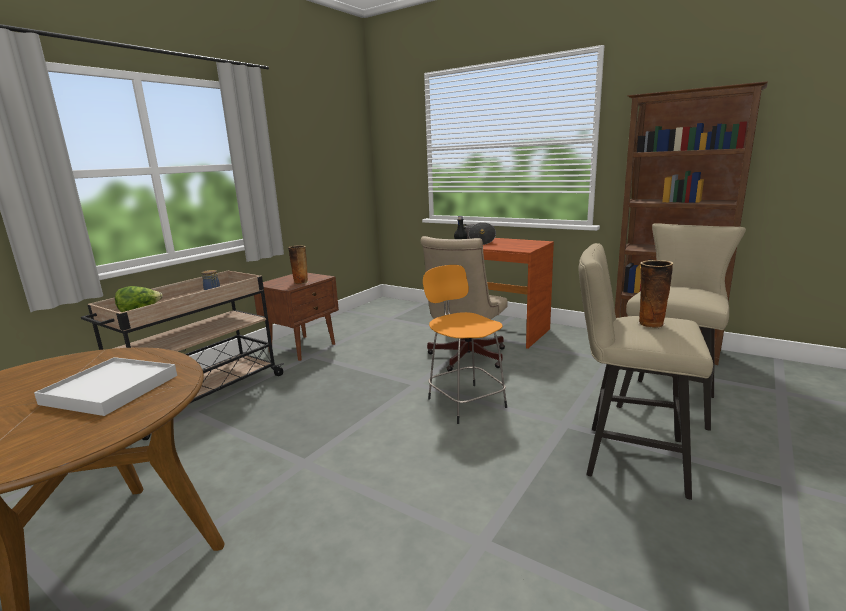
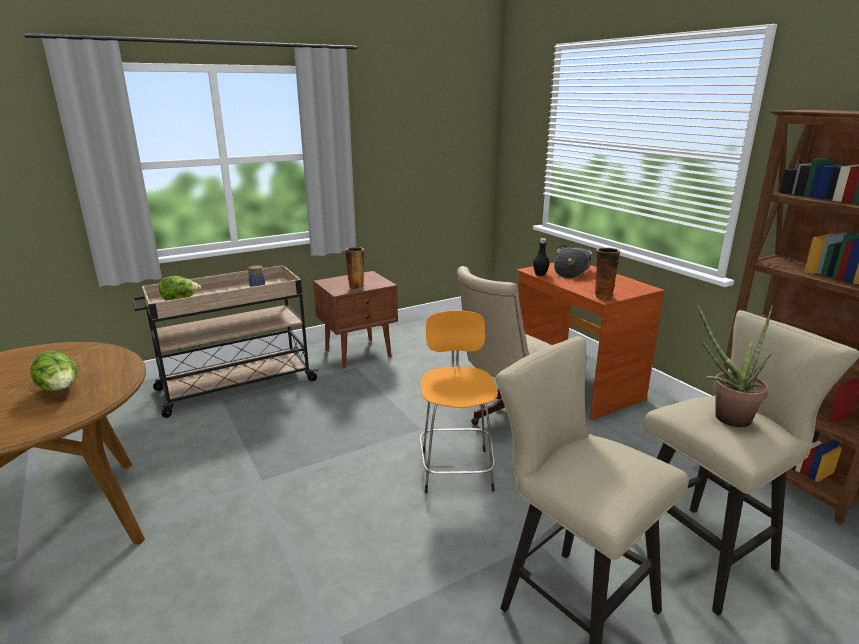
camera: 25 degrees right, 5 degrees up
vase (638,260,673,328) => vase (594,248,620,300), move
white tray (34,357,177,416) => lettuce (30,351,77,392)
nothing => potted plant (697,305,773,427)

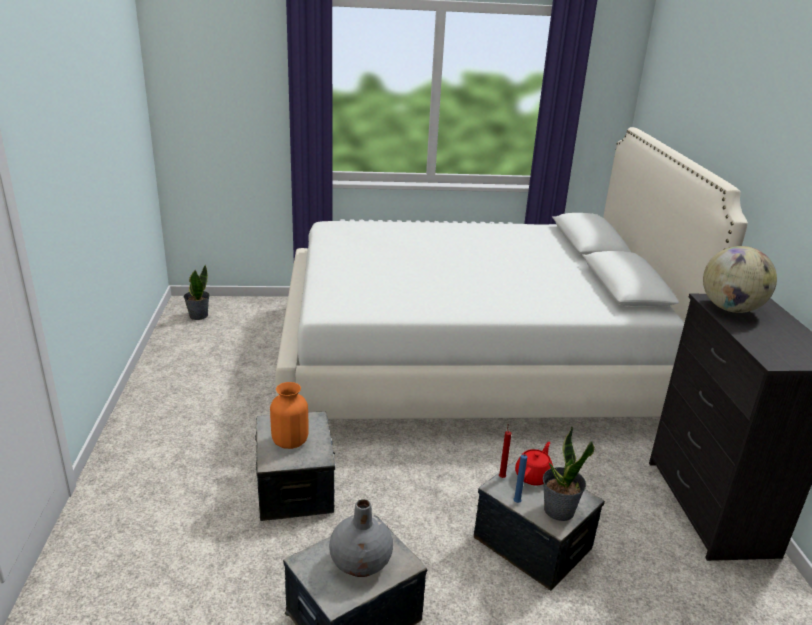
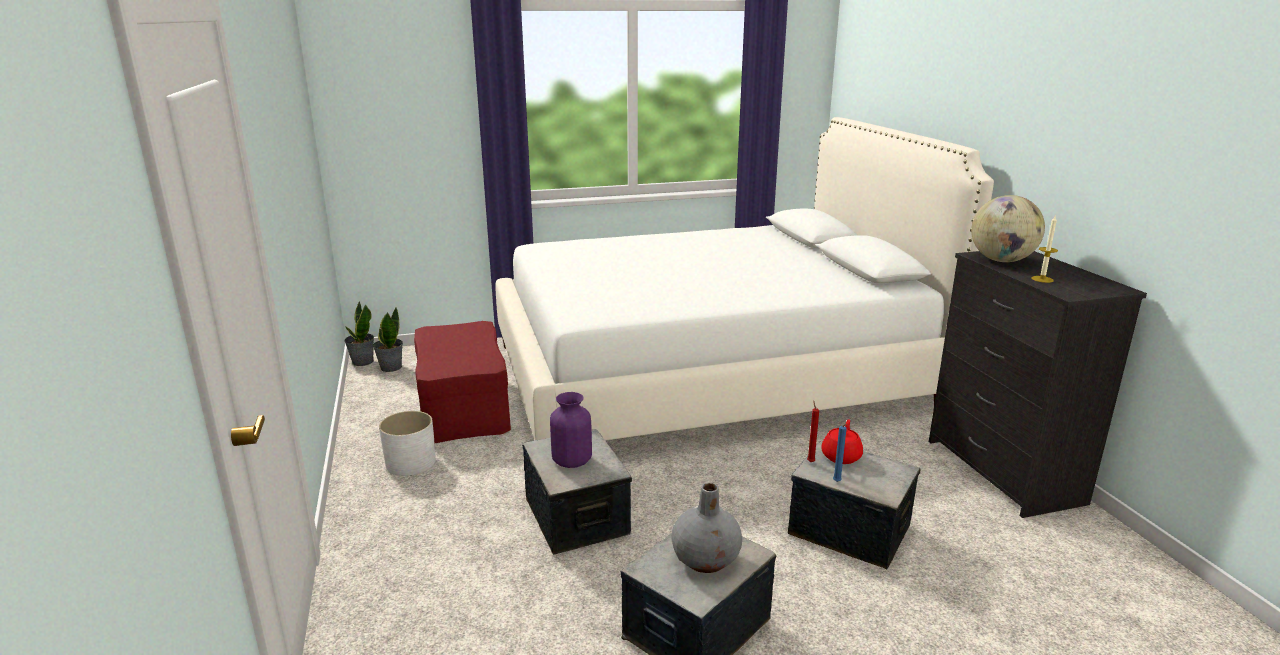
camera: 10 degrees left, 5 degrees down
orange vase (270,382,309,449) => purple vase (550,392,592,468)
potted plant (543,427,595,521) => potted plant (344,302,374,366), move
nothing => candle (1031,216,1058,283)
nothing => red ottoman (414,321,511,443)
nothing => white planter (379,411,436,476)

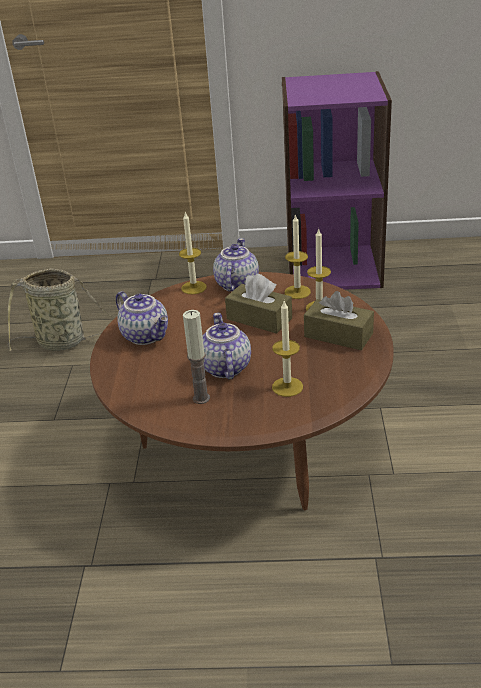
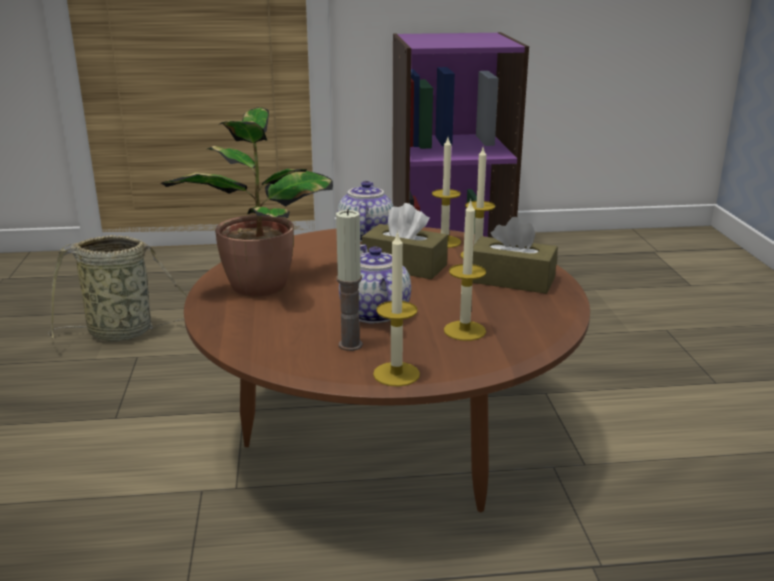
camera: 10 degrees left, 10 degrees down
candle (179,212,207,294) => candle (373,231,420,387), move
teapot (116,291,168,345) => potted plant (160,107,333,297)

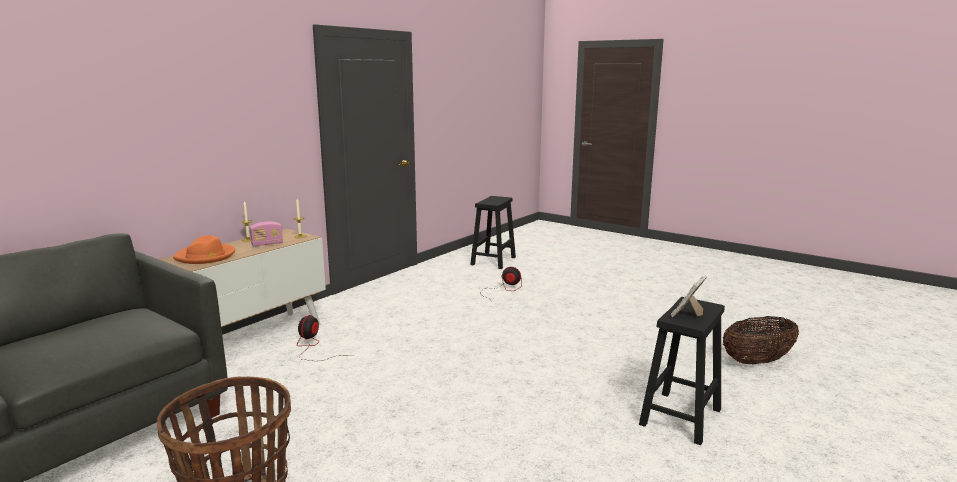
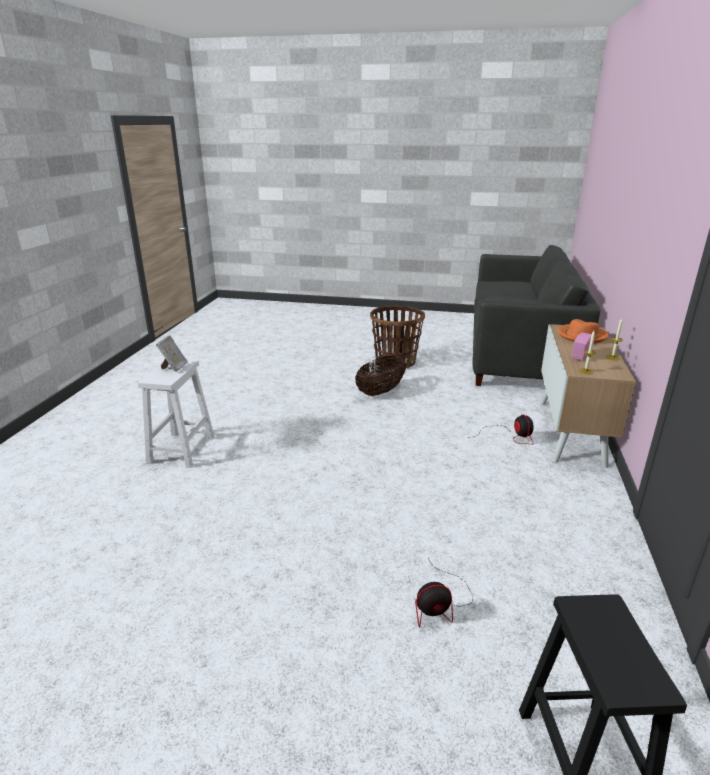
camera: 155 degrees right, 10 degrees up
black stool (639,297,725,445) => white stool (138,359,215,468)
basket (723,316,799,365) => basket (355,356,406,396), move

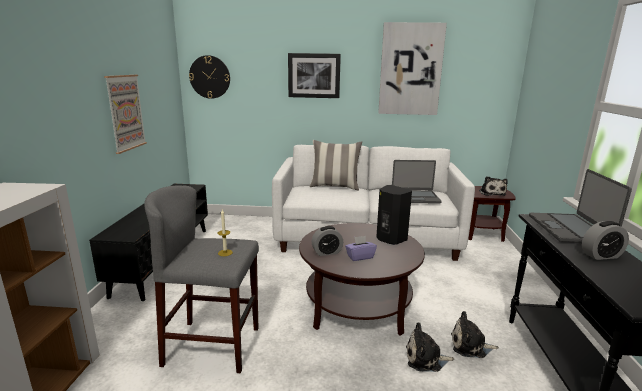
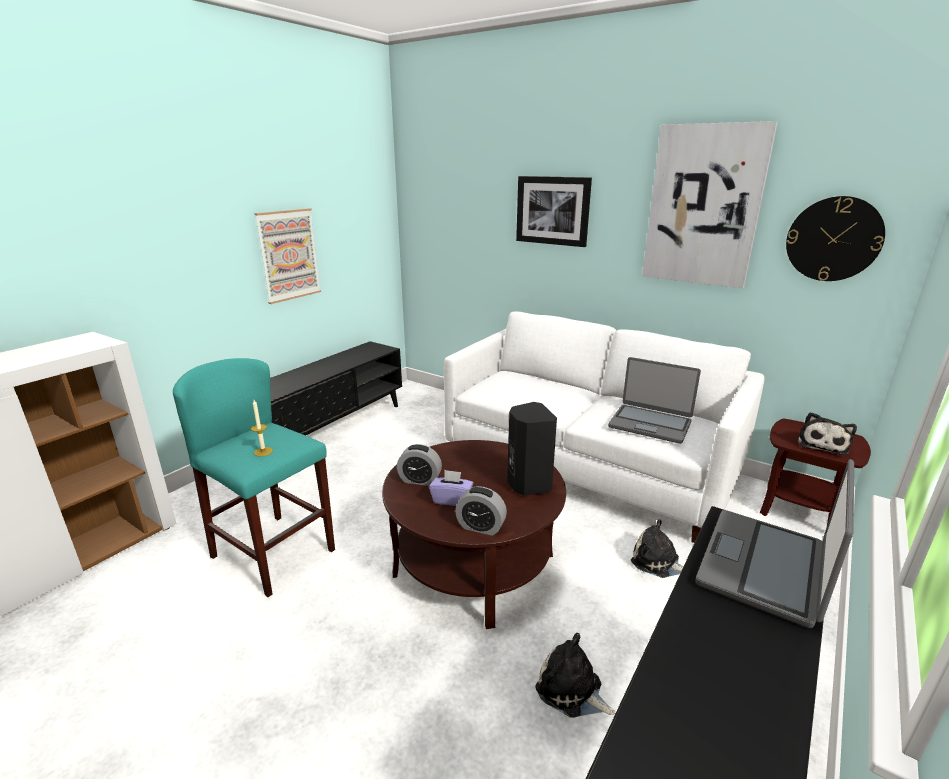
camera: 30 degrees right, 5 degrees up
wall clock (189,55,230,99) => wall clock (786,196,885,281), move
pillow (309,140,362,190) => nothing
grey stool (144,185,259,373) => turquoise stool (173,358,335,597)
alarm clock (582,221,629,260) => alarm clock (455,486,507,536), move
plush toy (406,322,455,372) => plush toy (631,519,684,578), move

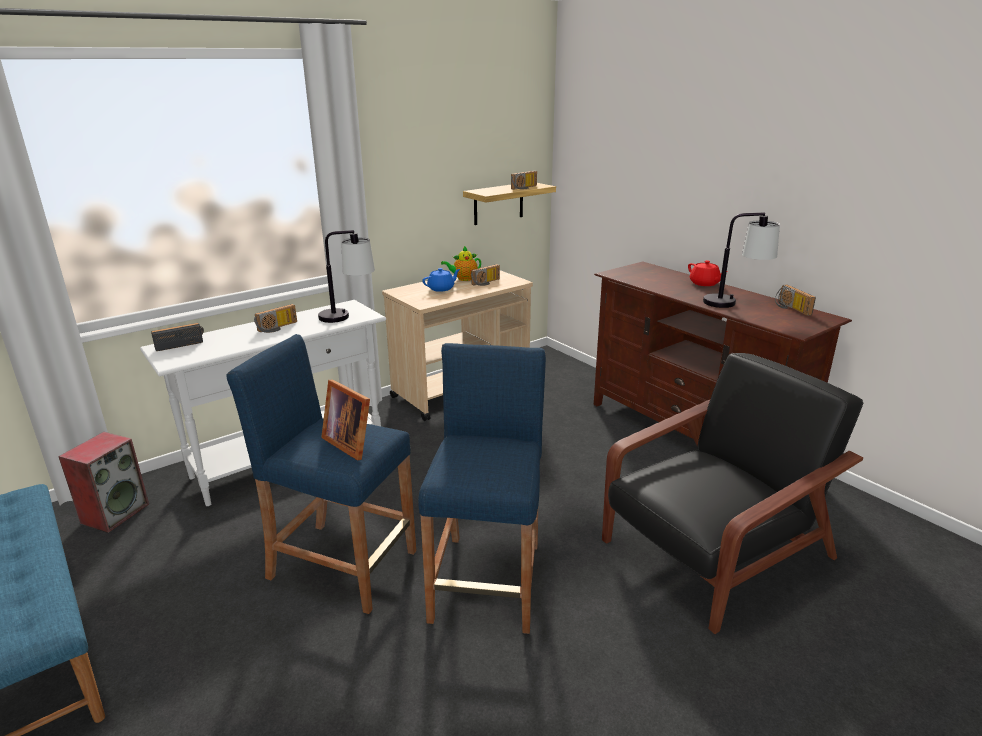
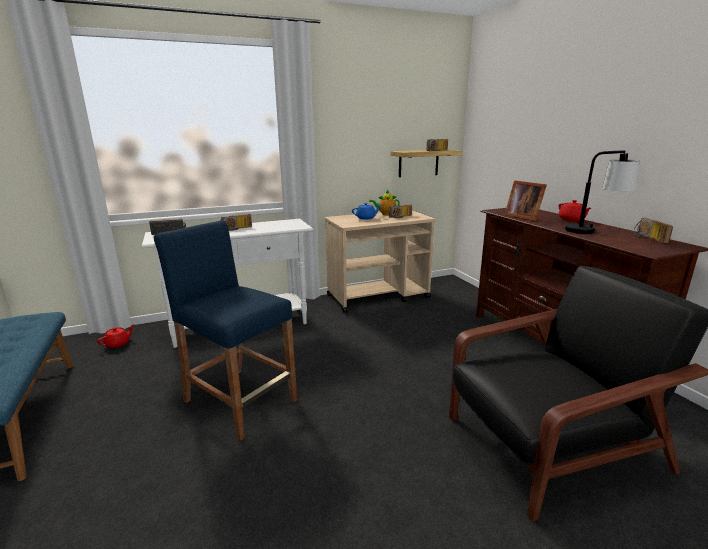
camera: 15 degrees right, 5 degrees down
table lamp (318,230,375,323) => nothing
blue stool (418,343,546,634) => nothing
picture frame (321,379,370,461) => picture frame (504,180,547,221), move
speaker (58,432,149,533) => red teapot (97,324,135,348)

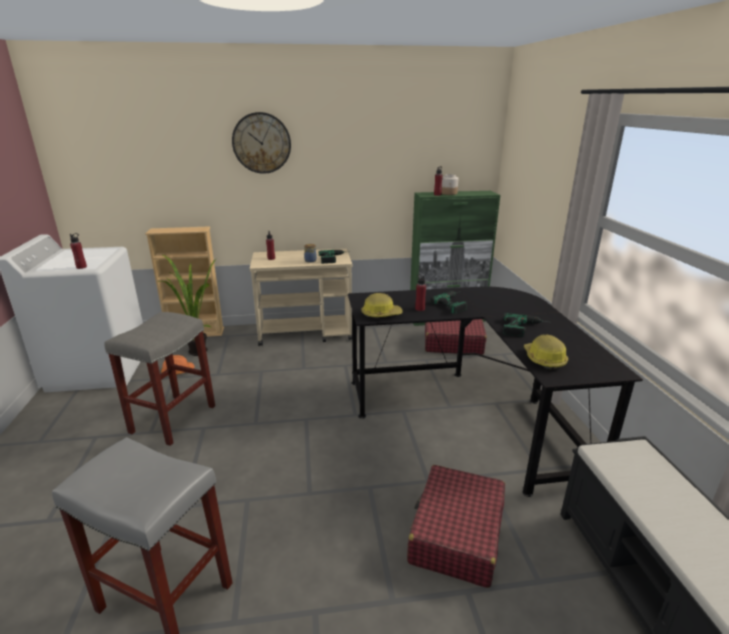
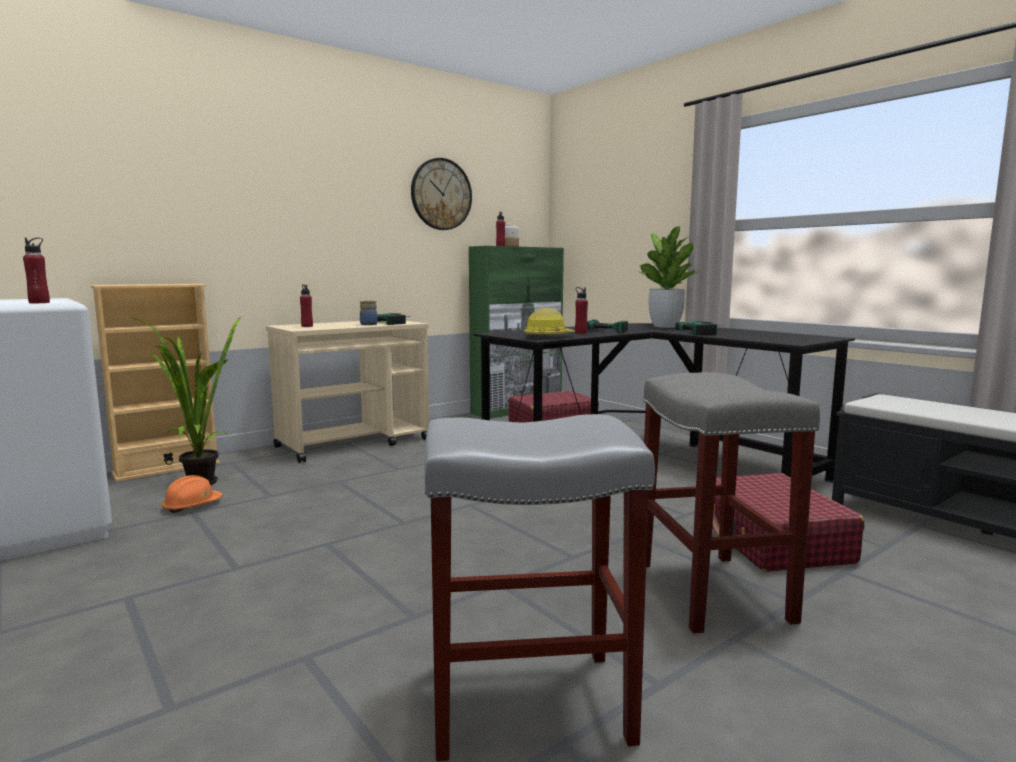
camera: 30 degrees left, 15 degrees down
wall clock (232,112,291,174) => wall clock (411,158,472,230), move
grey stool (104,312,215,446) => grey stool (643,372,820,633), move
hard hat (524,334,568,370) => nothing
nothing => potted plant (636,226,702,328)

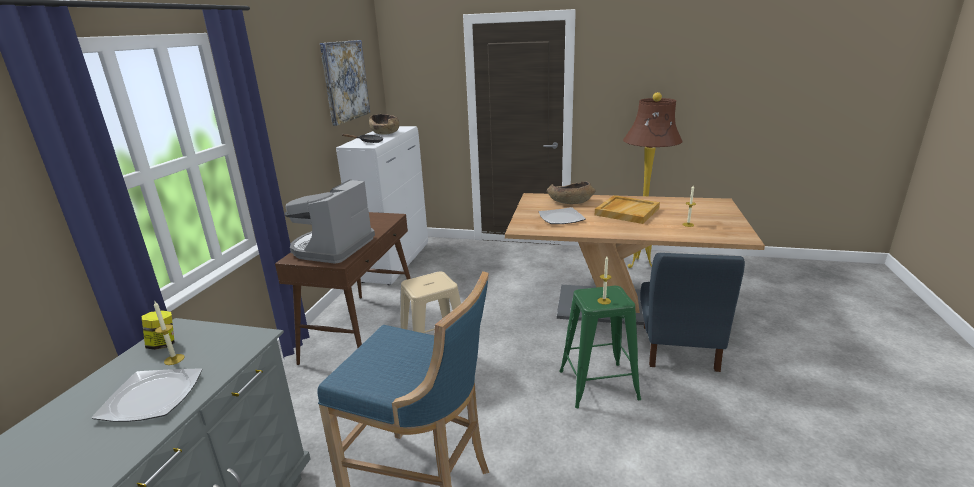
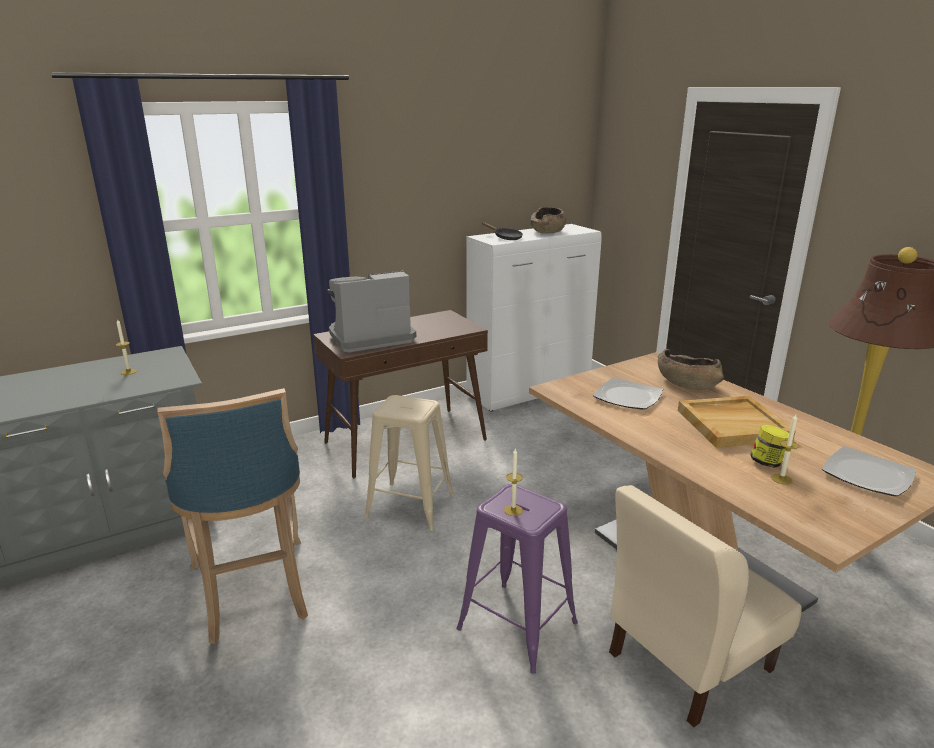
camera: 45 degrees right, 0 degrees up
picture (320,40,370,126) => nothing
blue chair (640,253,745,372) => beige chair (609,485,802,727)
green stool (559,286,641,408) => purple stool (456,484,578,674)
jar (142,310,175,350) => jar (750,425,789,468), move
plate (92,368,202,422) => plate (822,446,917,496), move

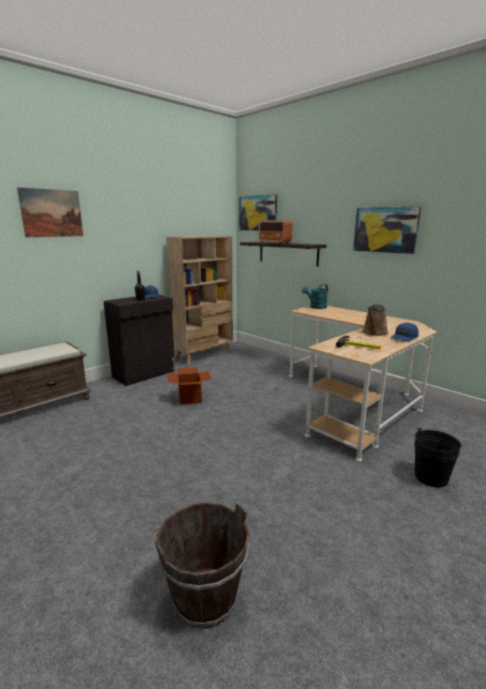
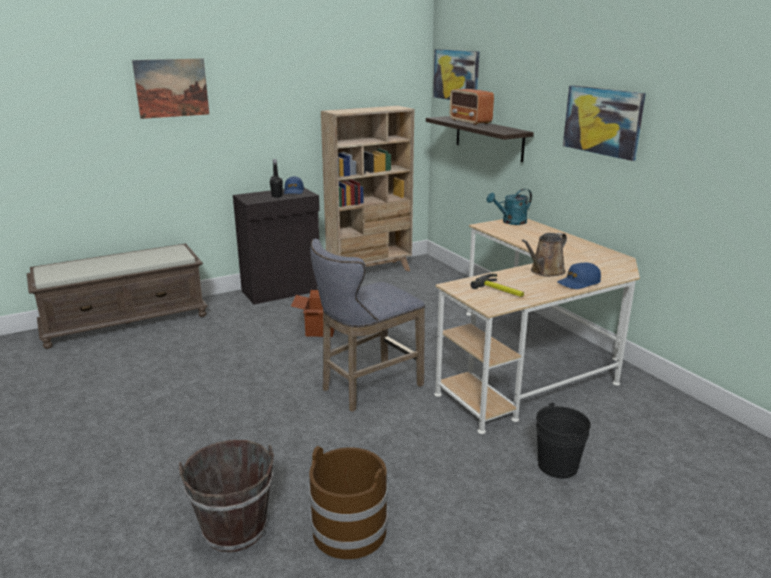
camera: 15 degrees right, 5 degrees up
nothing => grey stool (310,239,425,412)
nothing => brown bucket (309,446,388,559)

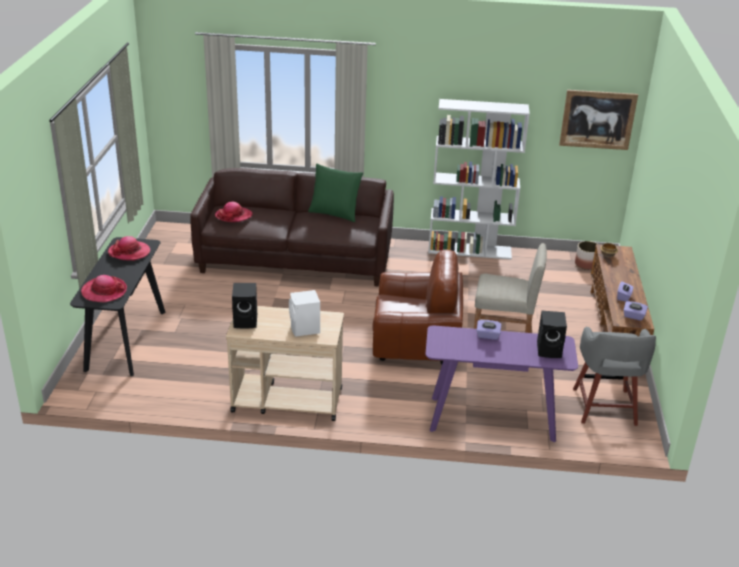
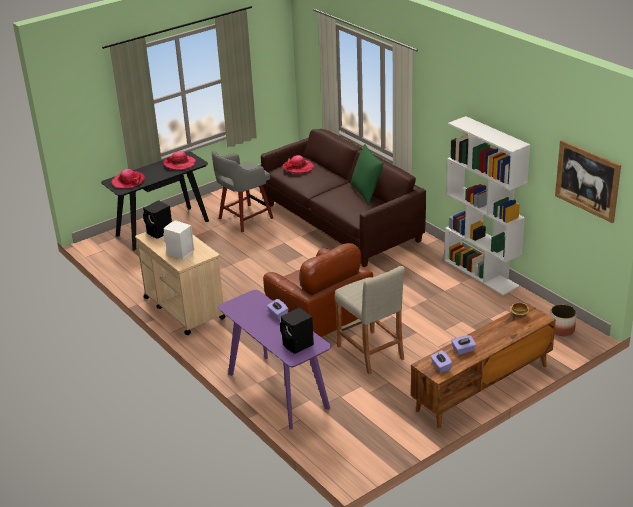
camera: 50 degrees right, 0 degrees up
grey stool (573,326,656,426) => grey stool (212,151,273,232), move

